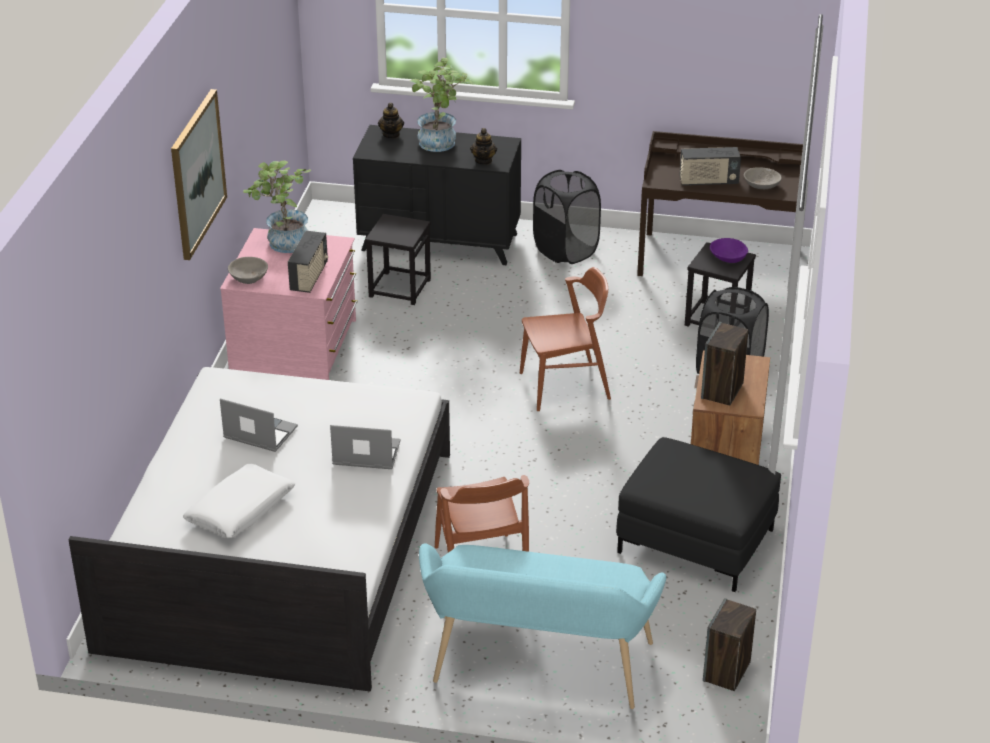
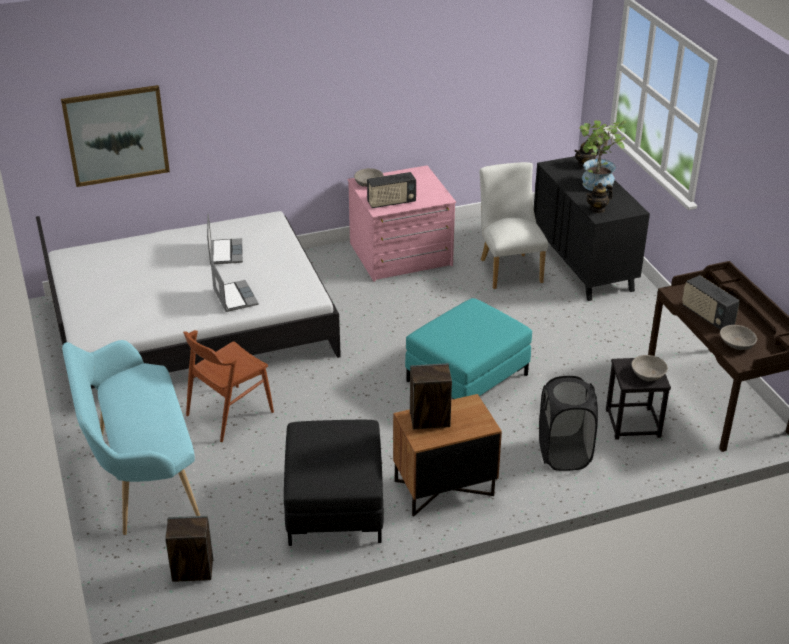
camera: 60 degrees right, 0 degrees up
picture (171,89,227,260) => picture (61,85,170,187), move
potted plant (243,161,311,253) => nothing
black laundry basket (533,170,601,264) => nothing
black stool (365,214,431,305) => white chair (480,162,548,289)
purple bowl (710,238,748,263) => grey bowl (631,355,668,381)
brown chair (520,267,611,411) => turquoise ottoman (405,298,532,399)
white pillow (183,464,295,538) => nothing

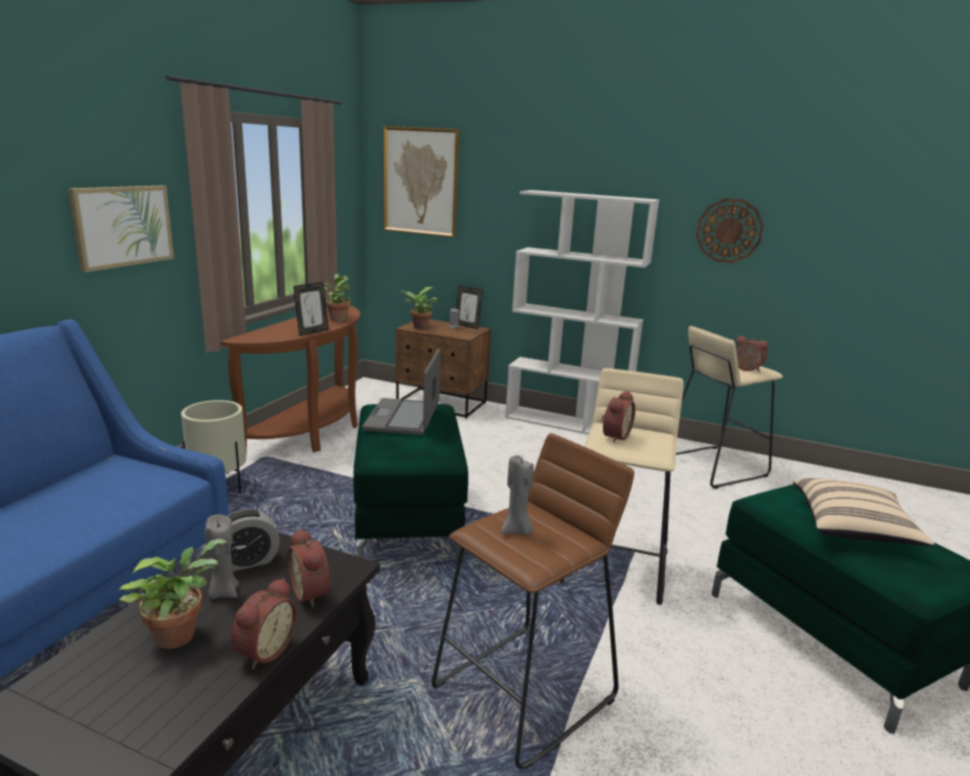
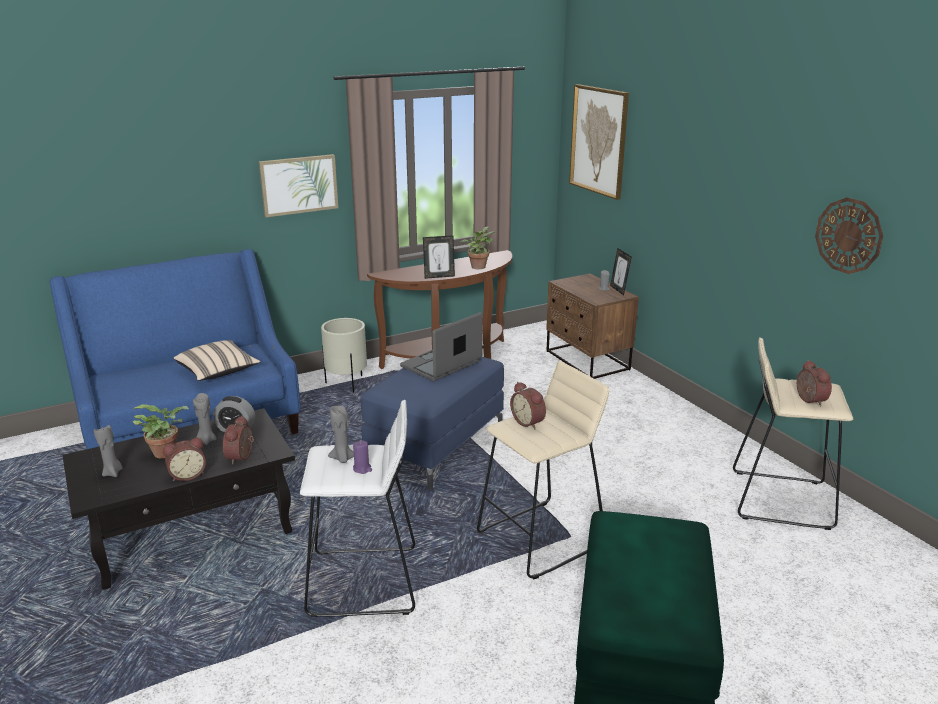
camera: 40 degrees right, 5 degrees up
white bookcase (505,190,659,435) => nothing
potted plant (400,287,438,329) => nothing
alarm clock (601,391,635,443) => alarm clock (510,382,546,429), 75 degrees clockwise
green ottoman (353,404,468,562) => blue ottoman (361,349,504,490)
brown stool (431,433,634,769) => white stool (300,400,415,617)
beige pillow (793,478,935,546) => beige pillow (173,340,261,381), move
nothing => grey candle (94,425,123,477)
nothing => purple candle (353,440,372,474)

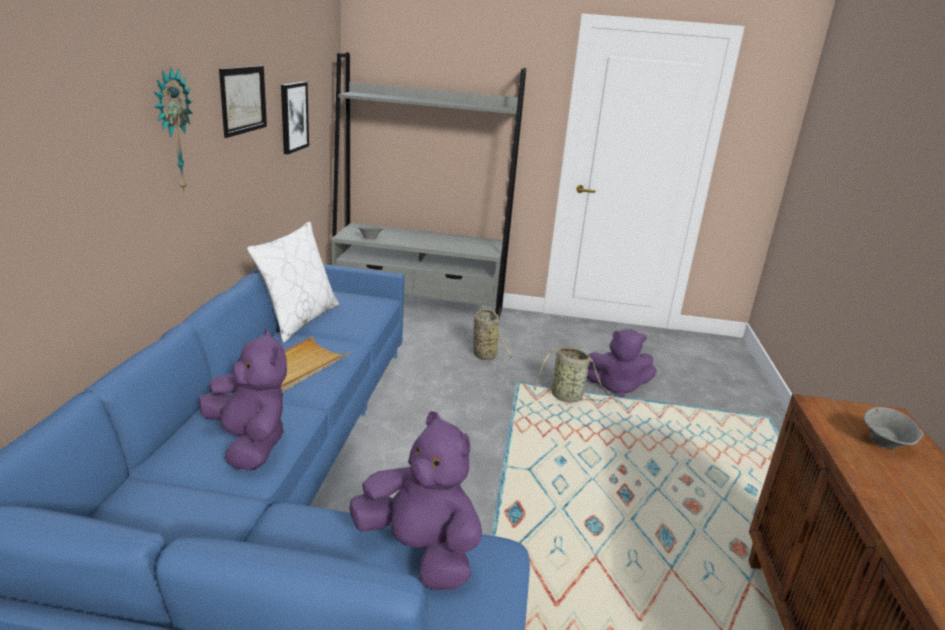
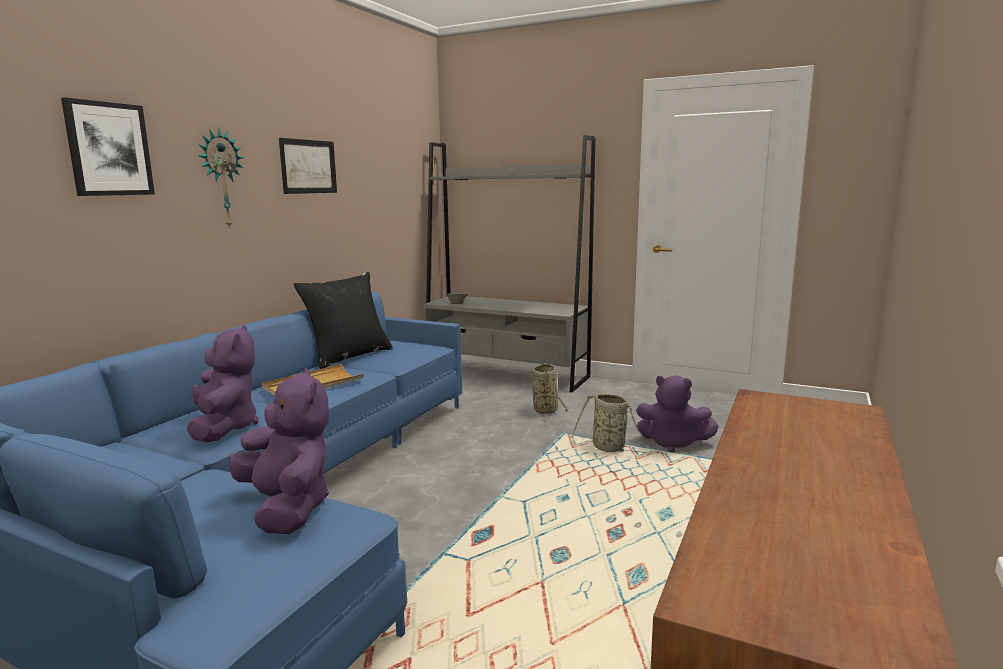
camera: 20 degrees right, 10 degrees down
picture (281,82,309,154) => picture (61,97,155,196), move
white pillow (247,221,339,342) => black pillow (294,272,393,369)
grey bowl (864,407,924,449) => nothing

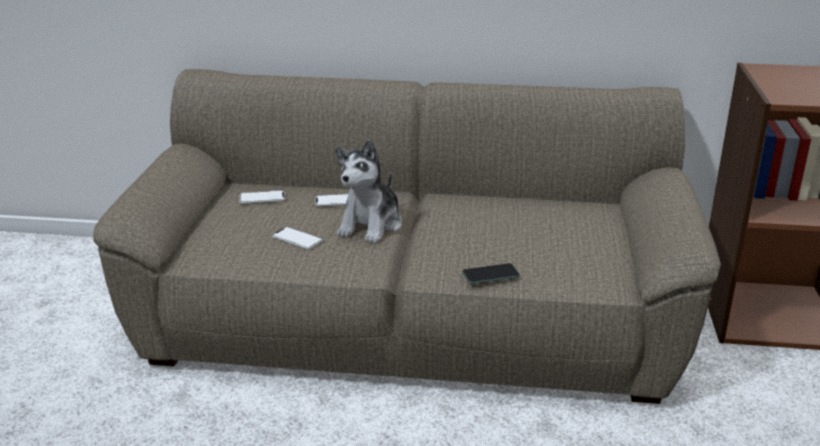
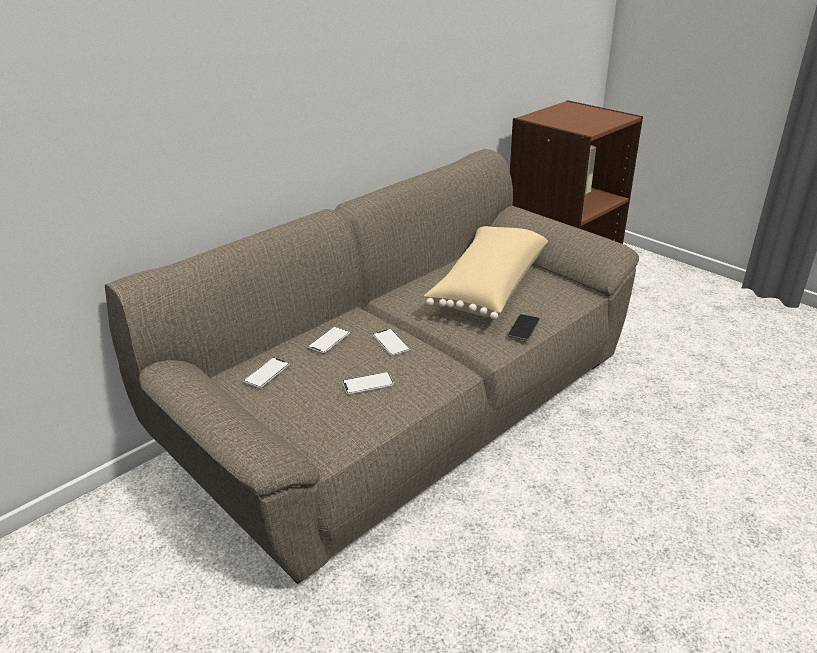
camera: 50 degrees left, 5 degrees up
plush toy (336,139,402,243) => phone (373,329,410,356)
nothing => beige pillow (424,226,548,320)

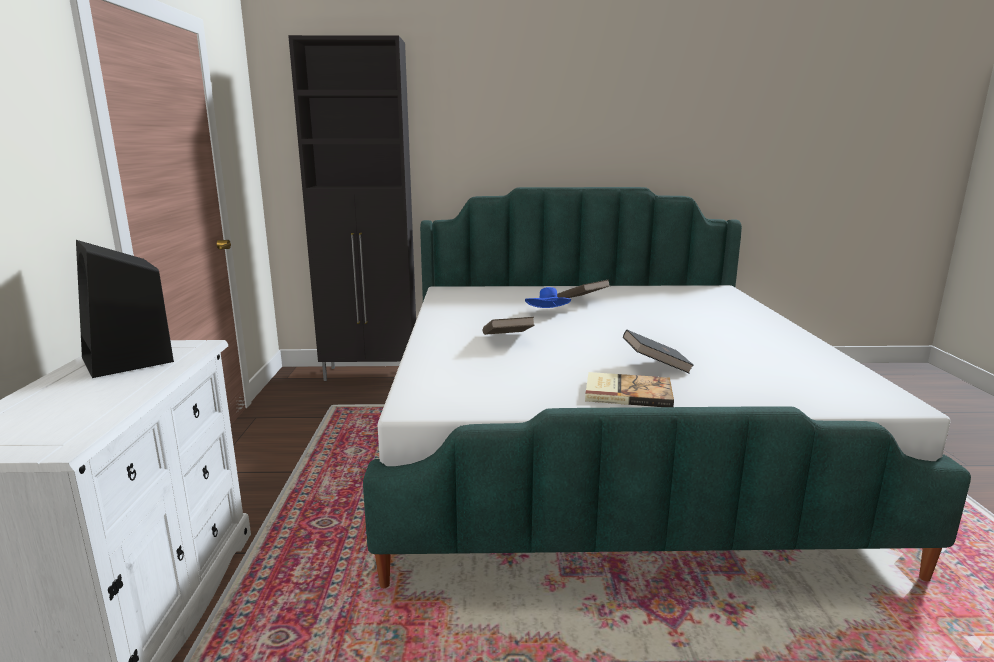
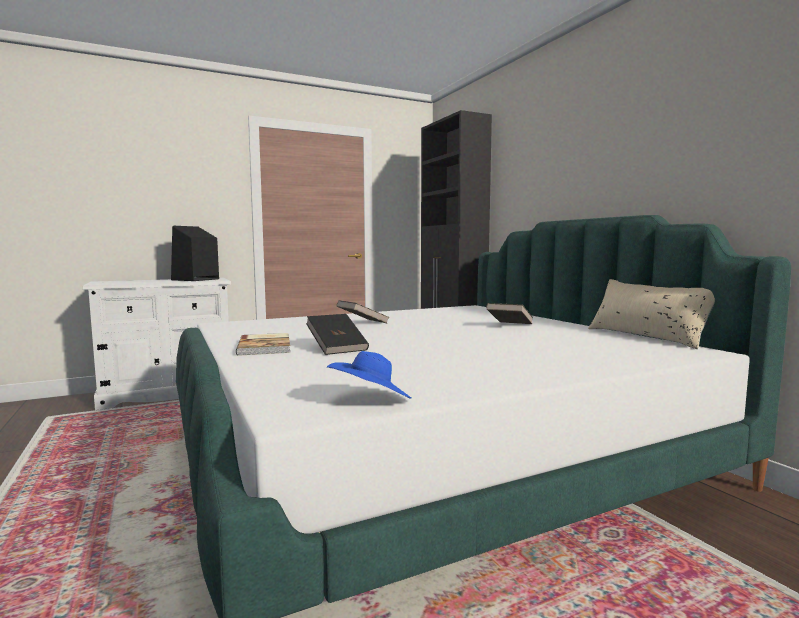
camera: 65 degrees right, 10 degrees down
blue hat (525,287,571,308) => blue hat (327,351,412,399), move
nothing => beige pillow (588,279,715,349)

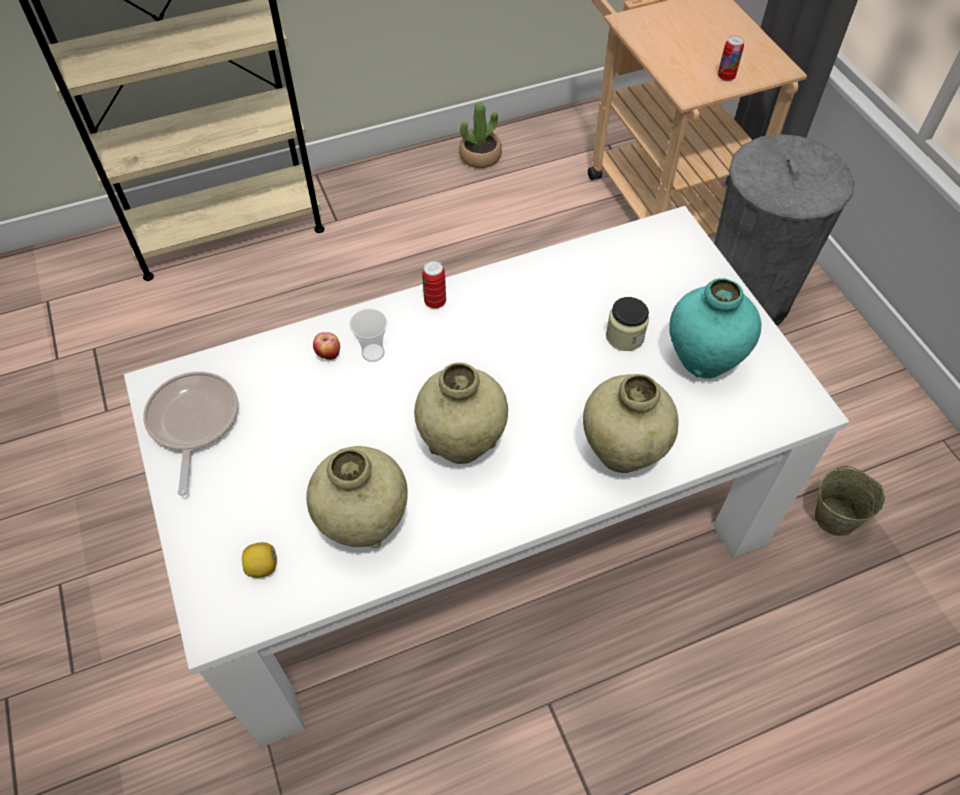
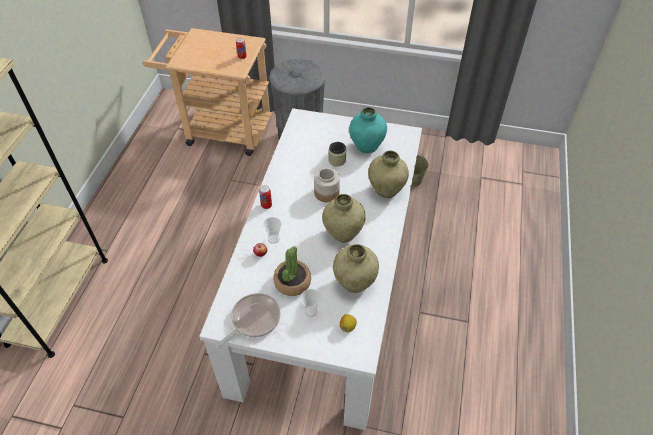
camera: 55 degrees left, 5 degrees down
potted plant (459,102,502,168) => potted plant (273,246,311,296), move
frying pan (143,372,239,496) => frying pan (215,293,281,349), 105 degrees clockwise
nothing => jar (314,168,340,202)
nothing => cup (300,289,321,317)

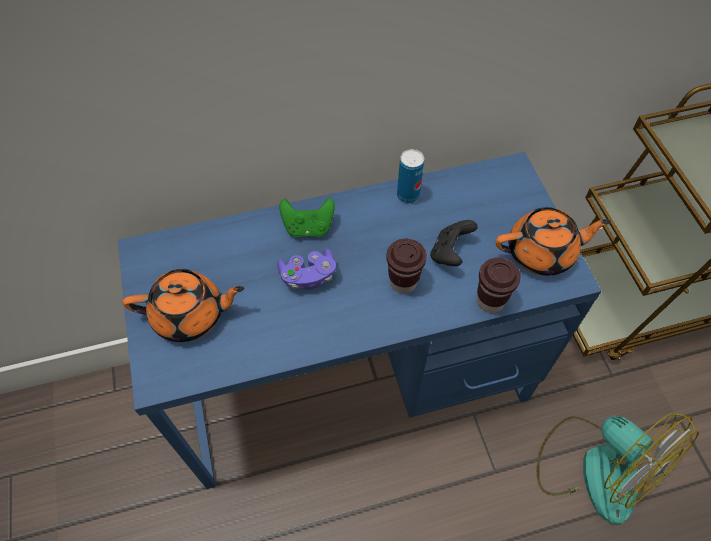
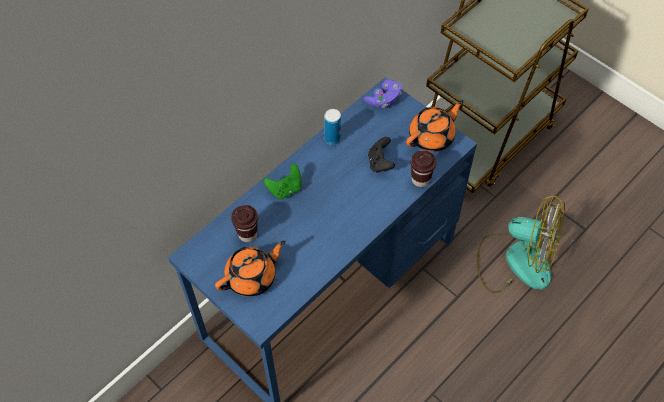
camera: 30 degrees left, 0 degrees up
brown cup (386,239,427,294) => brown cup (231,205,258,242), move
purple game controller (277,248,336,289) => purple game controller (364,79,402,108), move

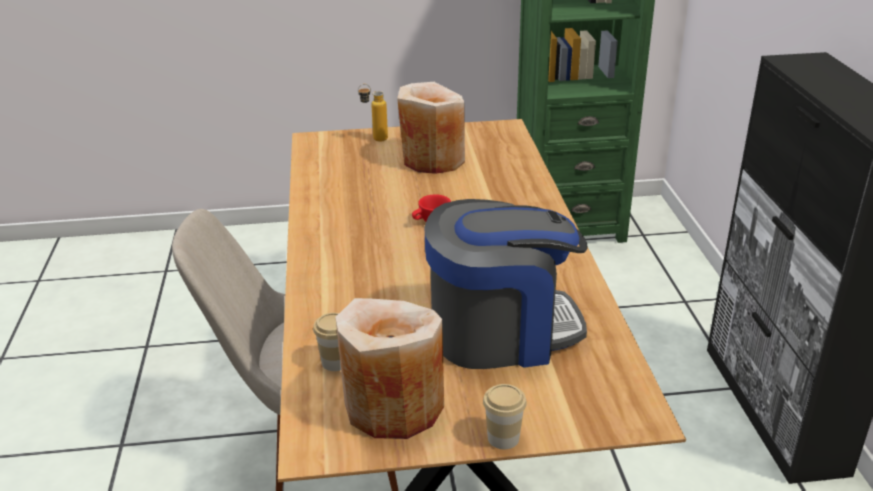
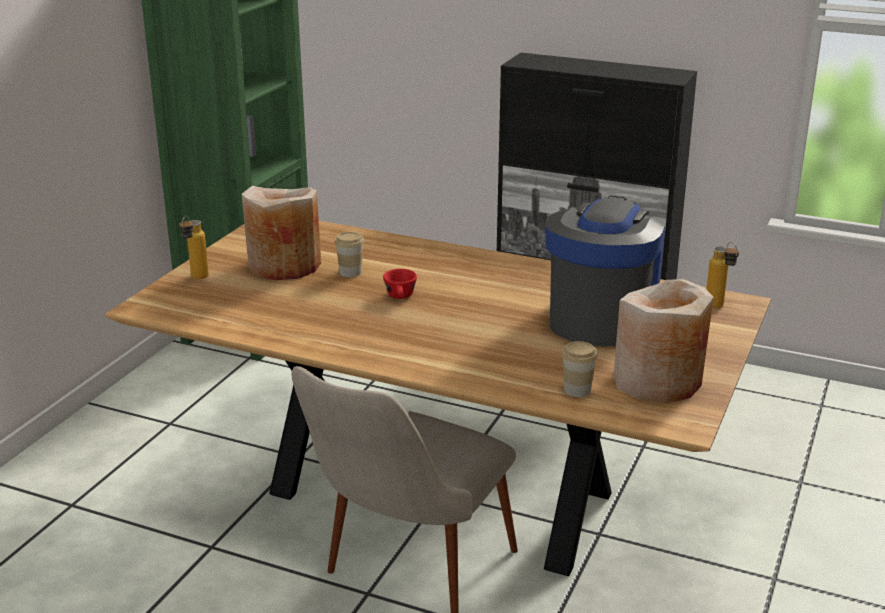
camera: 60 degrees left, 5 degrees down
cup (483,384,527,449) => cup (334,232,364,277), move
nothing => bottle (706,242,739,308)

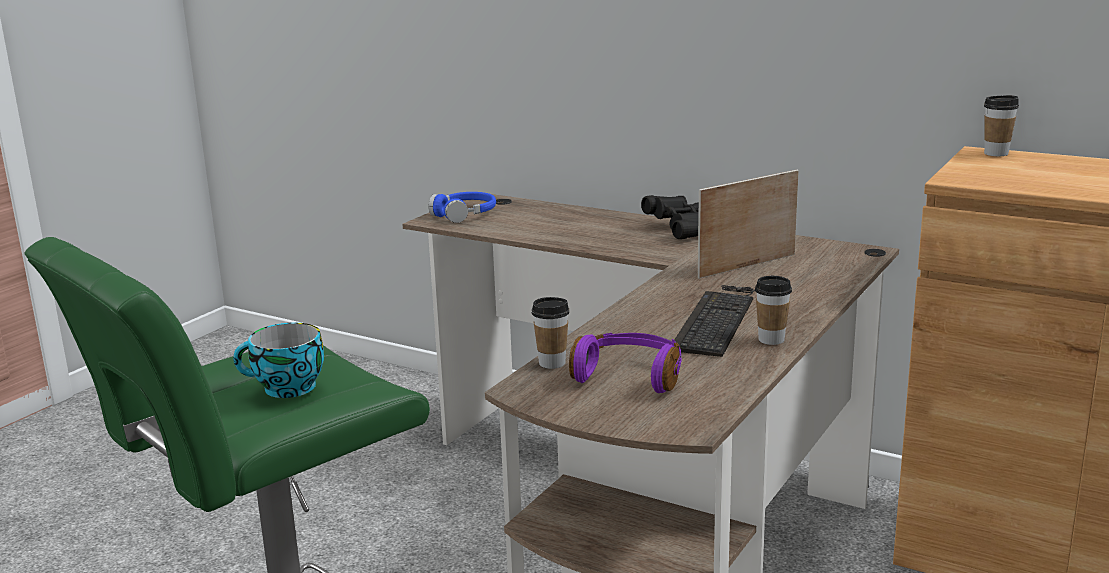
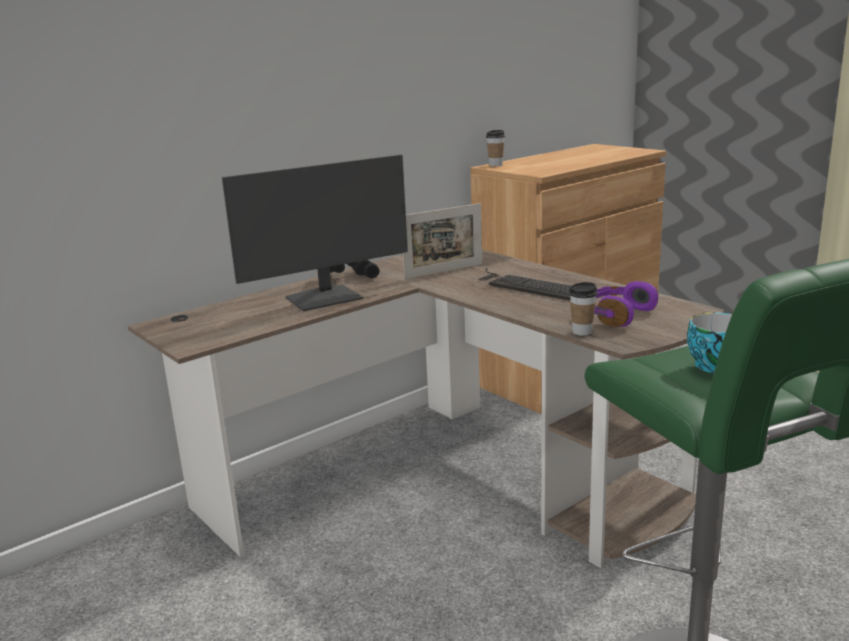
camera: 70 degrees left, 0 degrees up
picture frame (698,169,799,279) => picture frame (403,203,482,279), 105 degrees counterclockwise
blue headphones (429,192,496,223) => nothing
cup (755,276,792,345) => nothing
nothing => monitor (222,155,408,311)

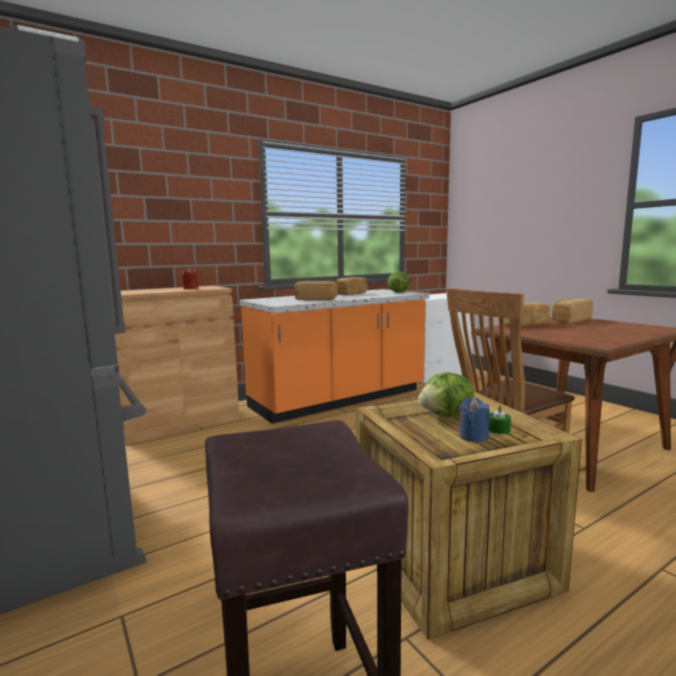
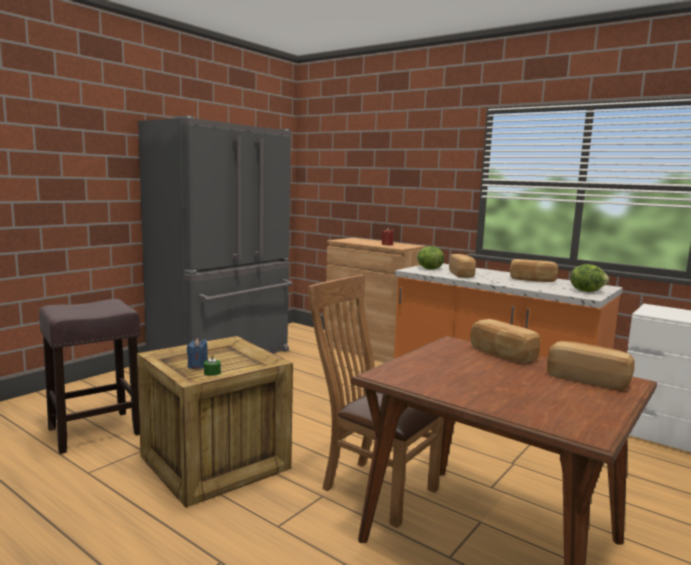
camera: 70 degrees right, 0 degrees up
lettuce (418,372,474,417) => lettuce (417,246,444,270), move

